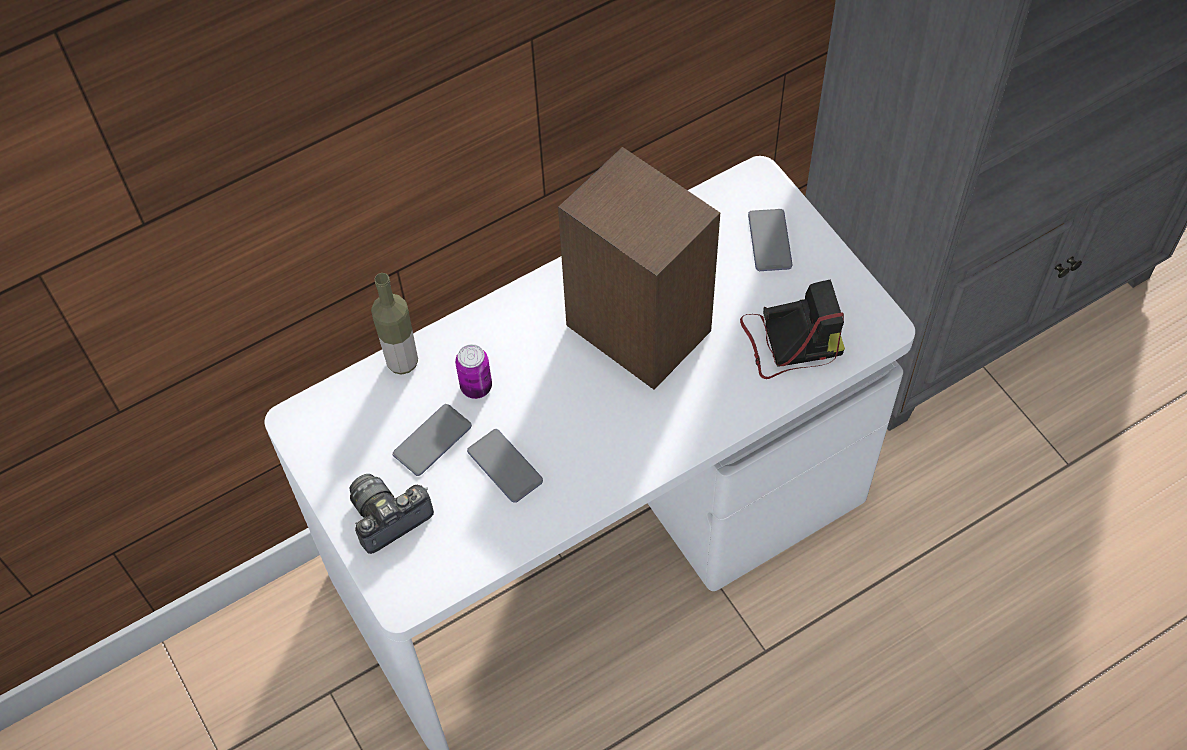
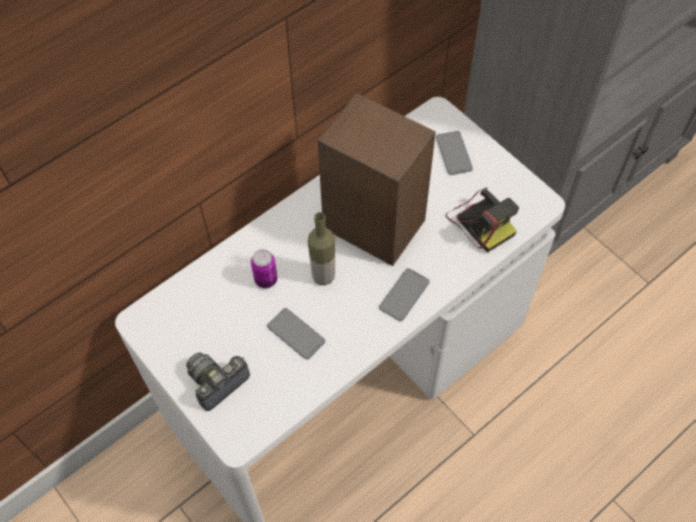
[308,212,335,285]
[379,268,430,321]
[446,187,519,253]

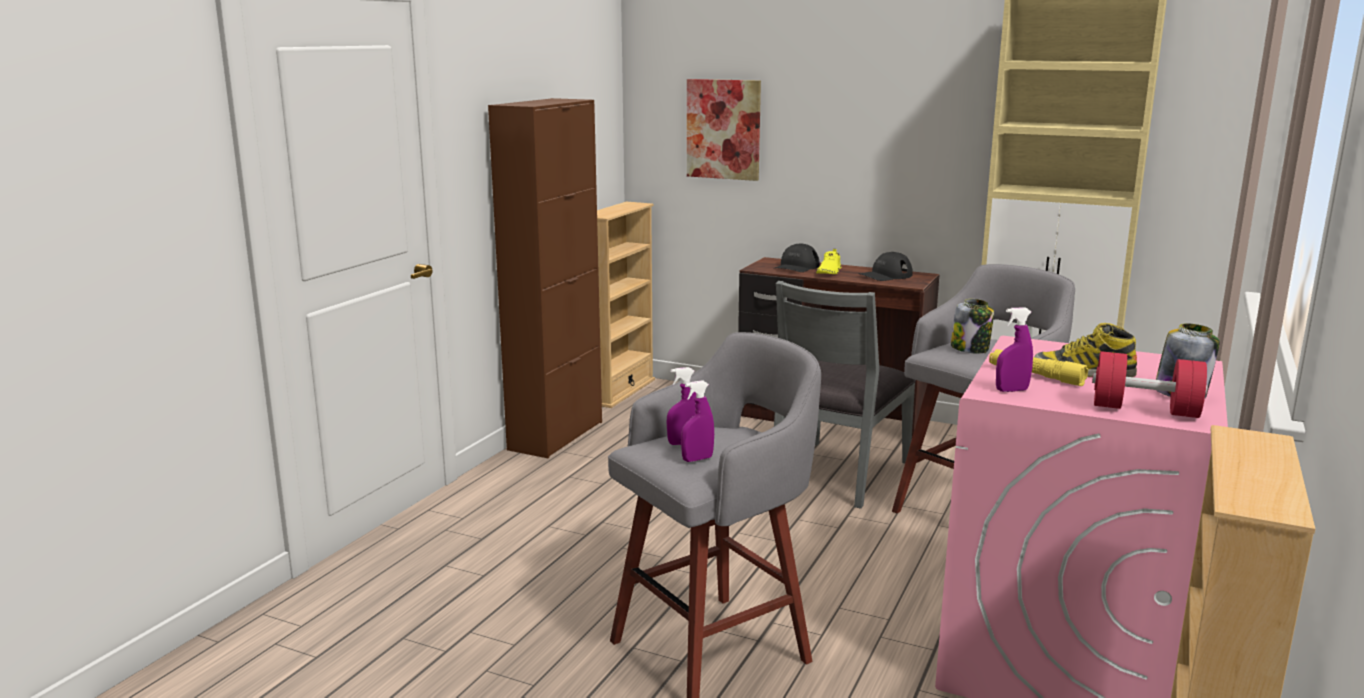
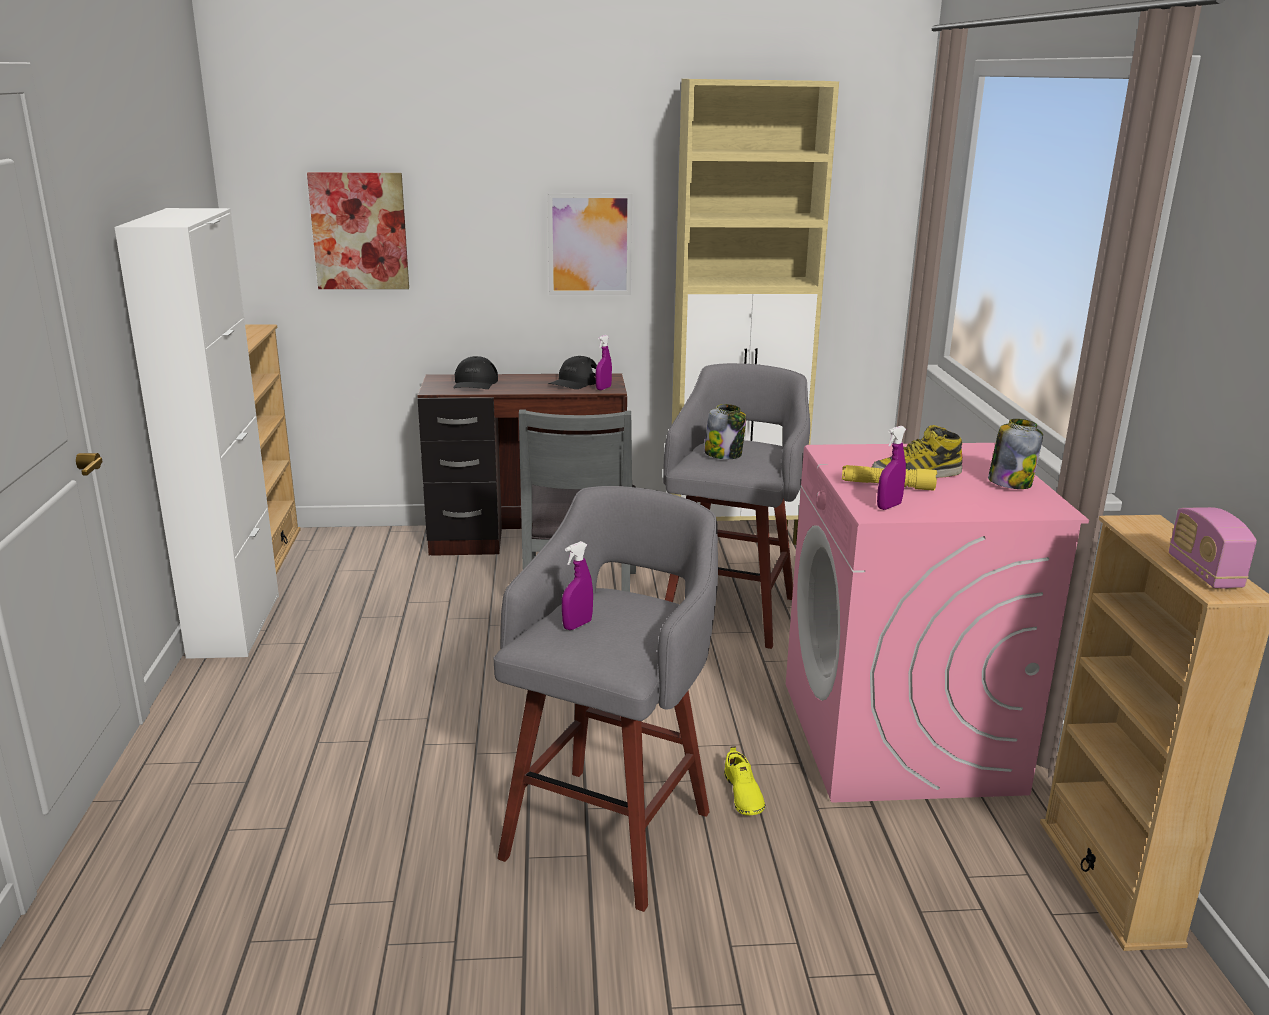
[114,208,279,659]
[596,335,612,390]
[724,746,766,815]
[1092,351,1208,418] (first image)
[547,193,632,295]
[1169,507,1257,589]

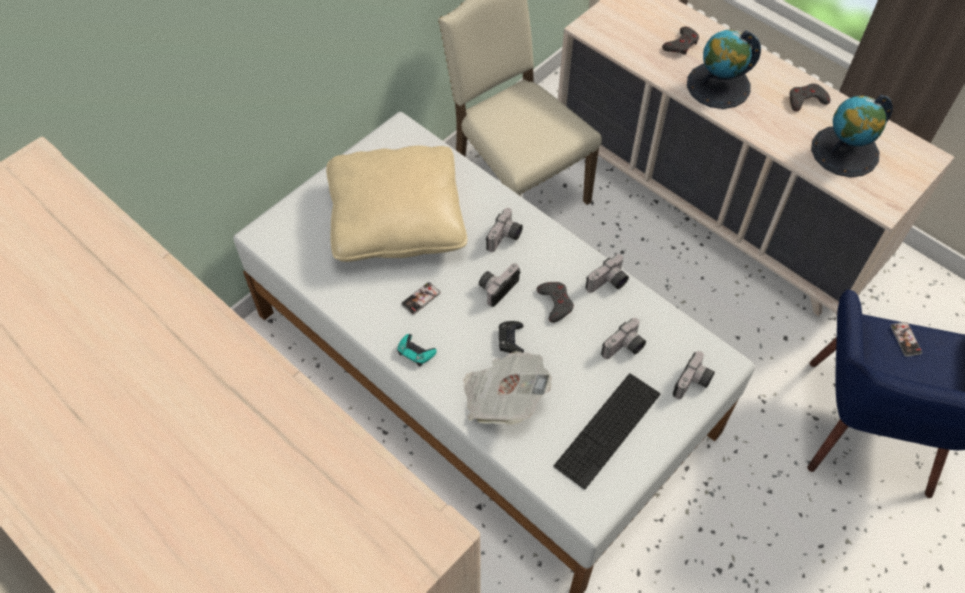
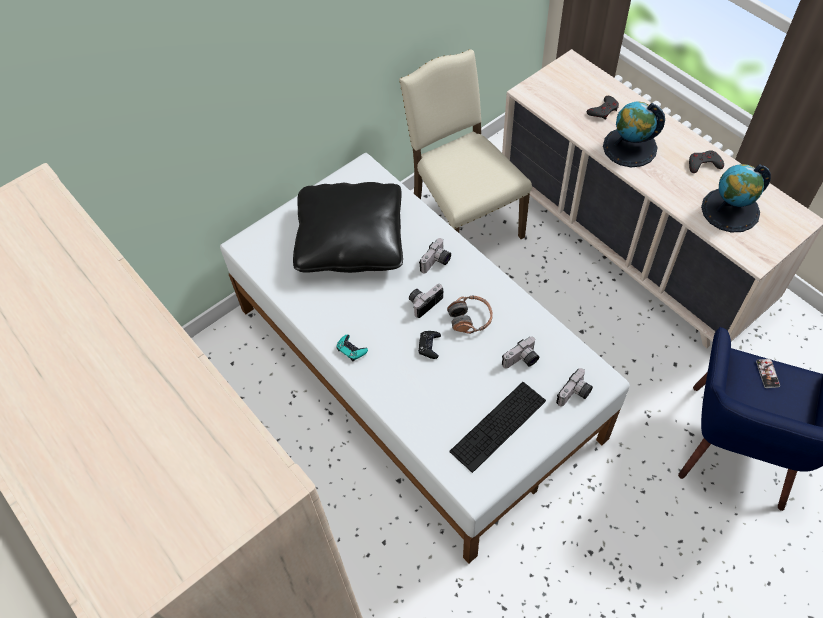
[293,182,403,273]
[401,282,441,315] (first image)
[463,351,551,425] (first image)
[447,296,493,334]
[585,254,629,293] (first image)

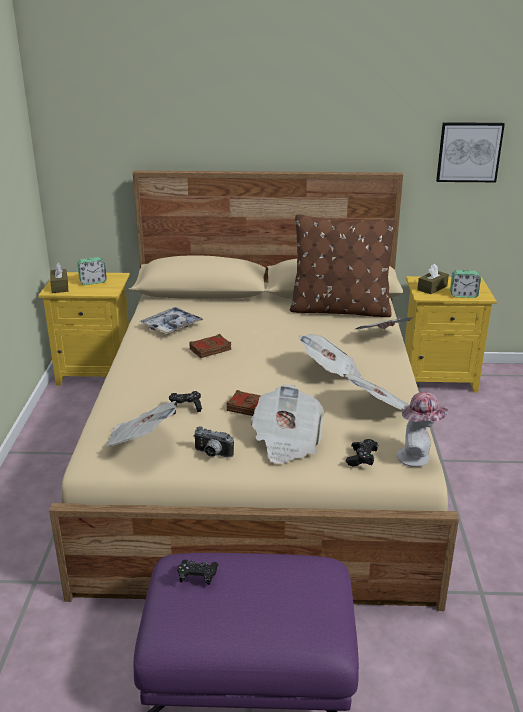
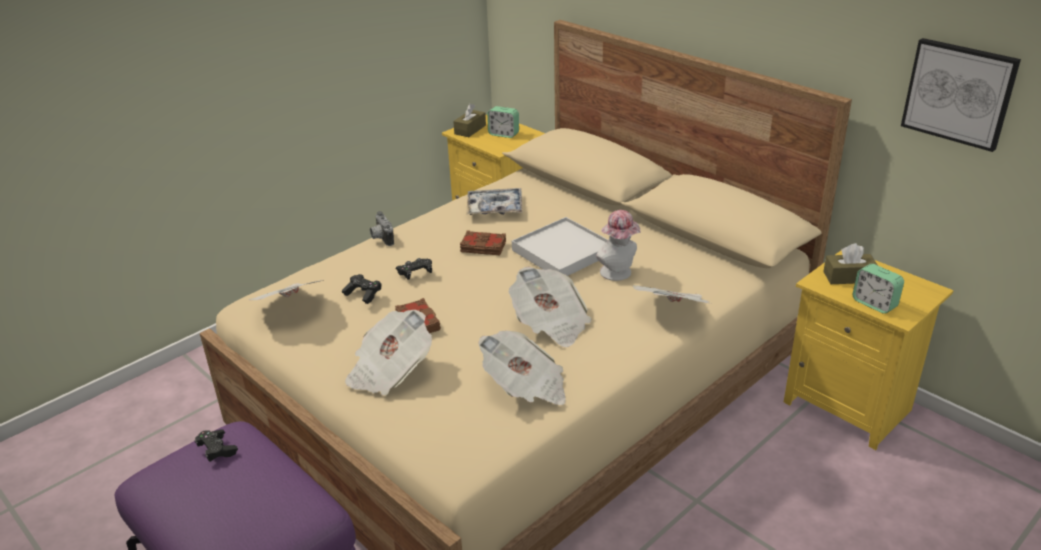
[370,211,394,246]
[290,214,396,317] (first image)
[396,258,432,280]
[596,210,640,281]
[512,217,608,276]

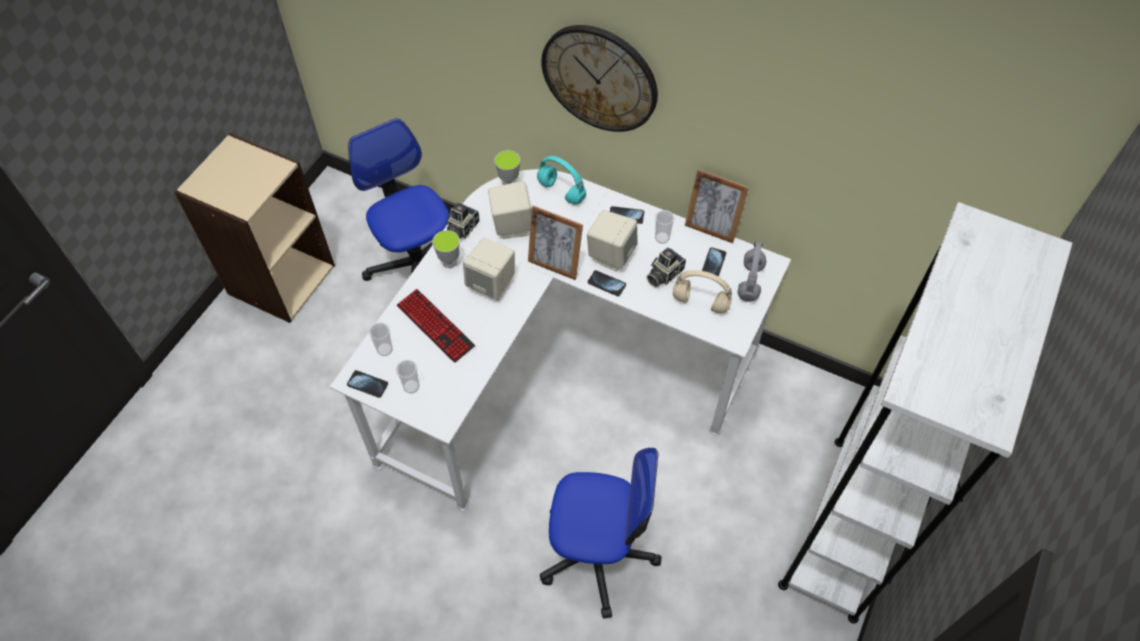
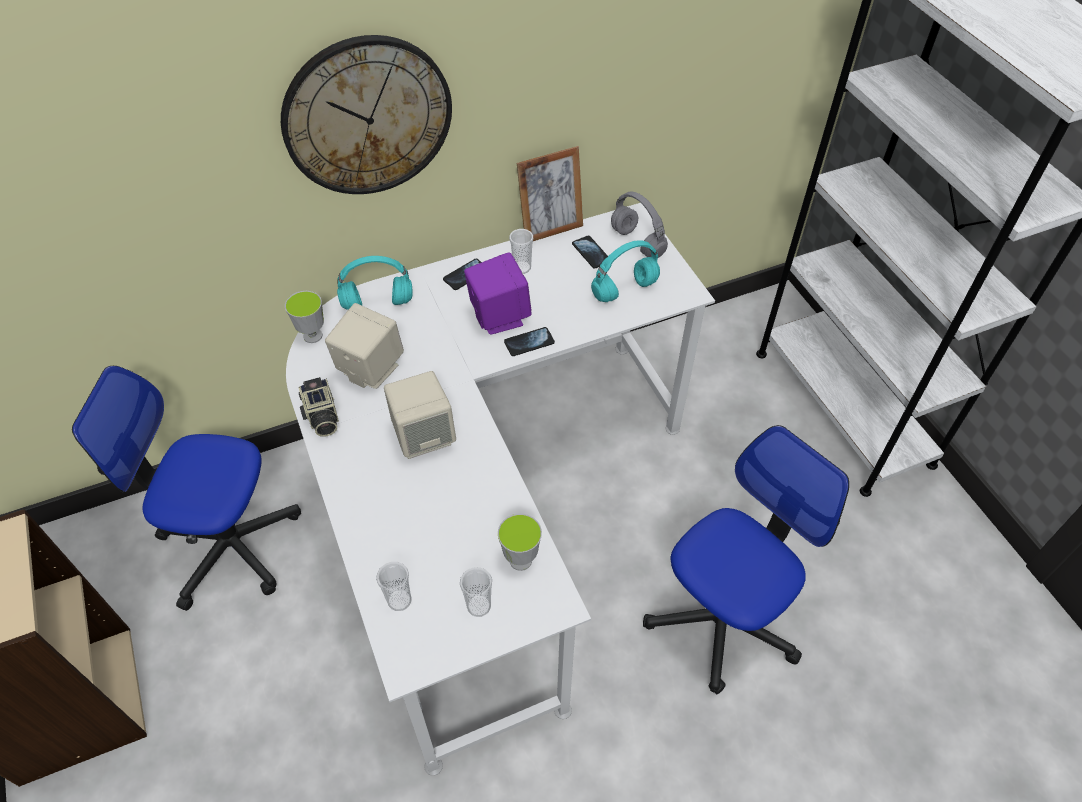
[347,370,388,398] (first image)
[397,289,475,363] (first image)
[498,514,542,571]
[528,206,583,280] (first image)
[464,252,532,335]
[647,248,686,287] (first image)
[591,240,660,302]

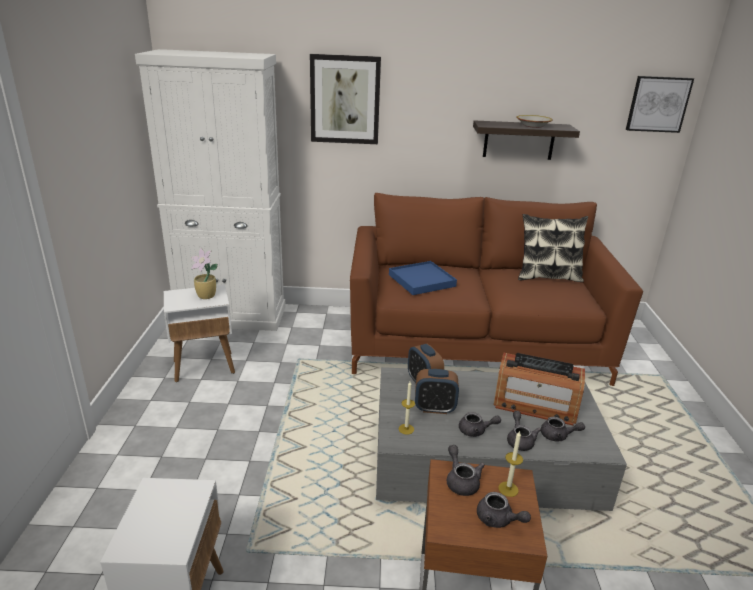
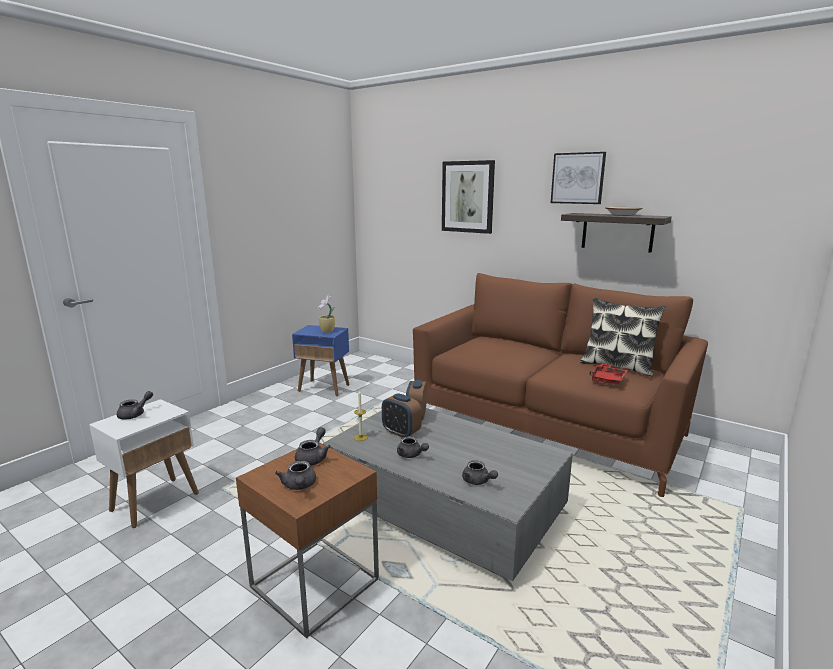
[135,49,286,331] (first image)
[292,325,350,396]
[389,261,457,295] (first image)
[494,353,585,426] (first image)
[498,430,523,497] (first image)
[117,391,153,420]
[551,152,606,204]
[589,363,628,384]

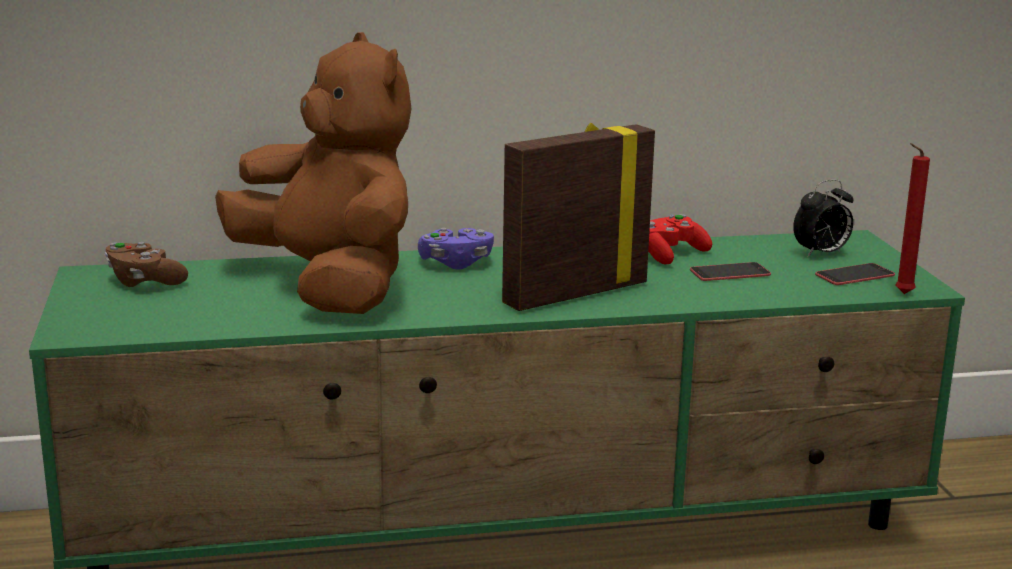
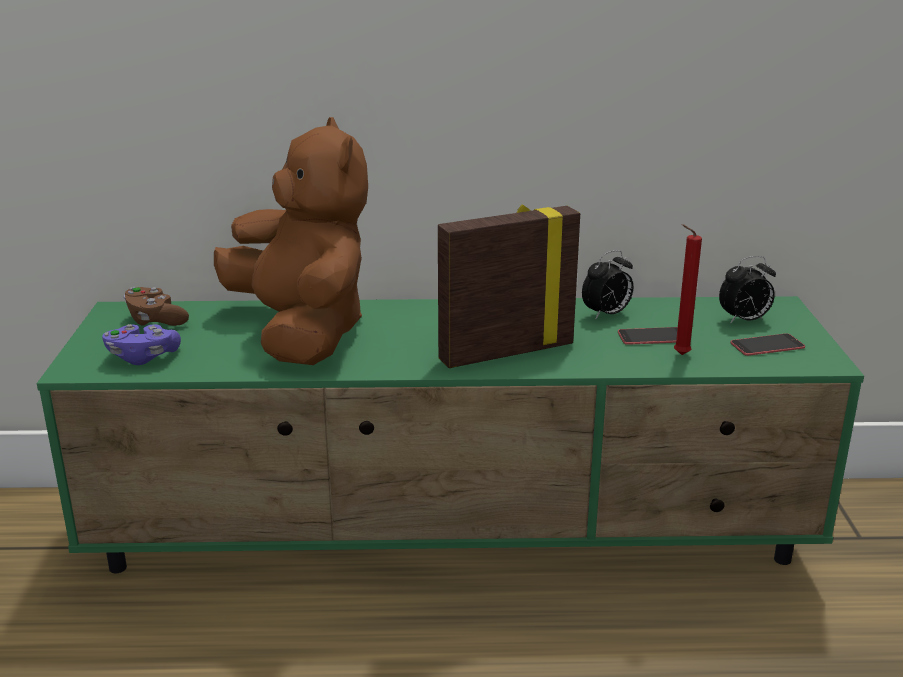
[102,324,181,365]
[582,250,633,320]
[674,224,702,355]

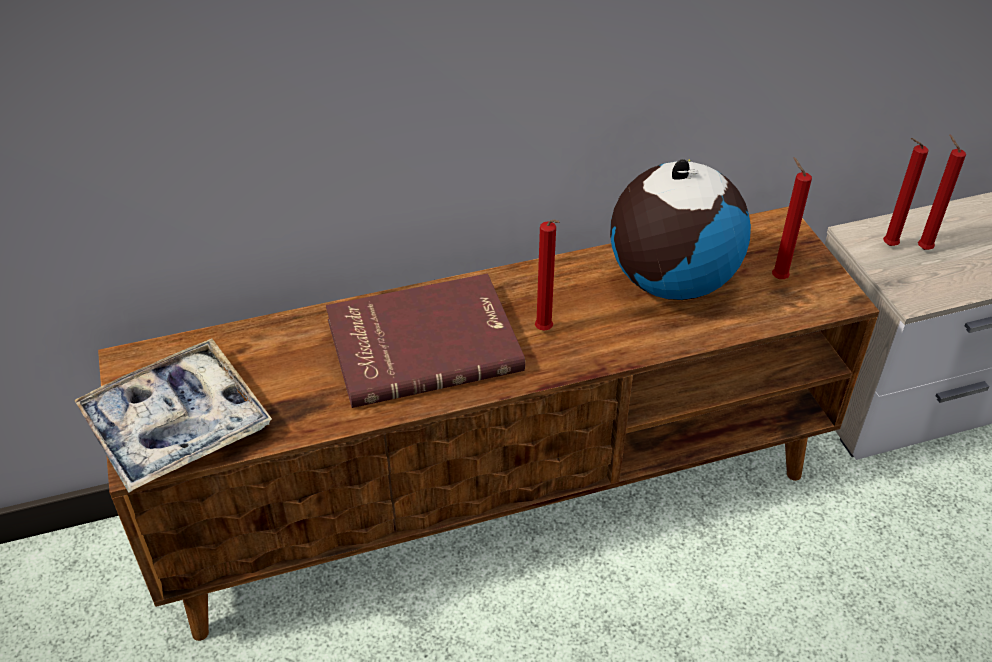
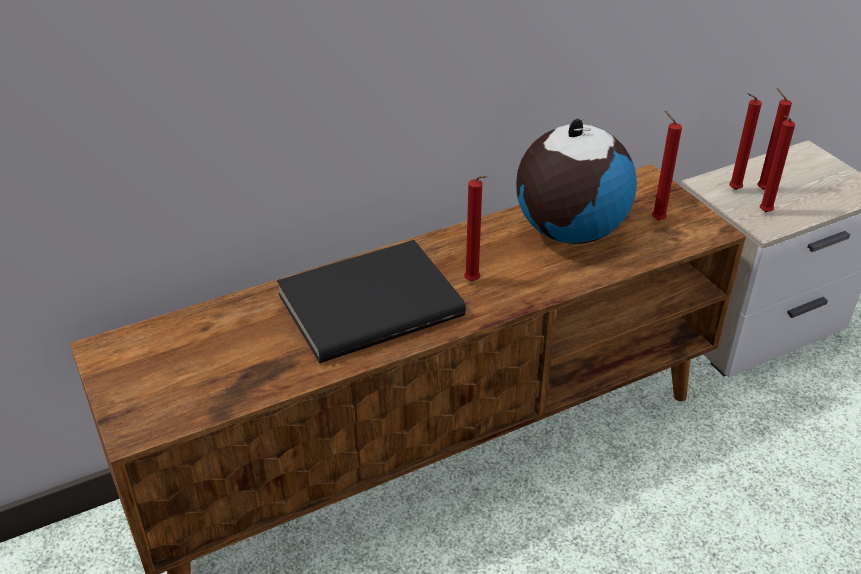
[74,339,272,493] (first image)
[277,240,466,363]
[760,116,795,212]

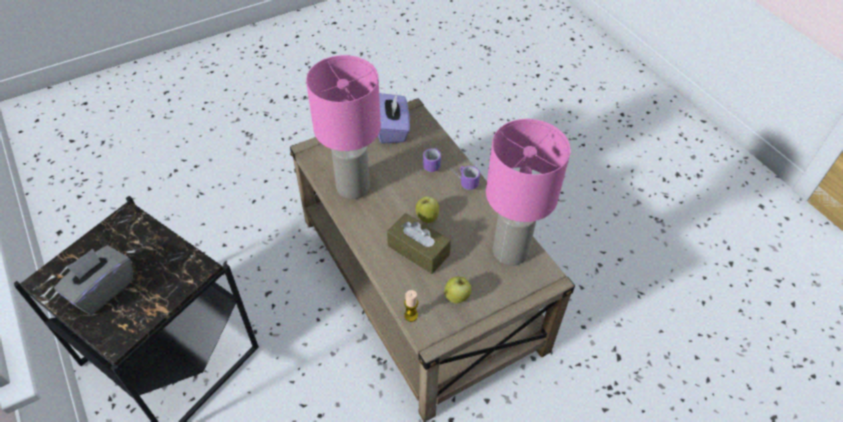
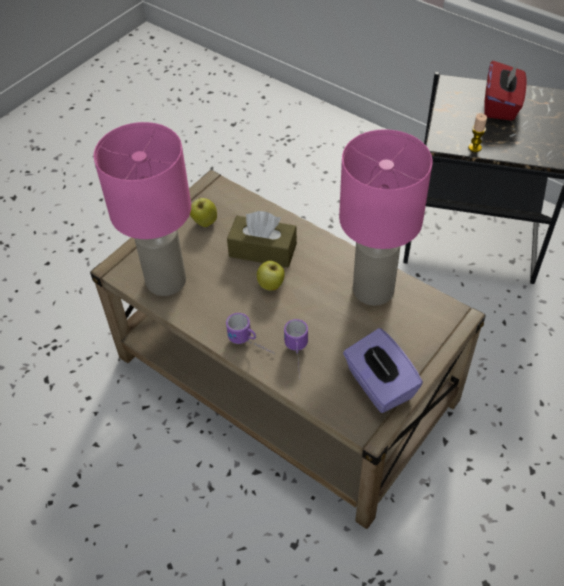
[485,61,526,121]
[468,113,487,152]

